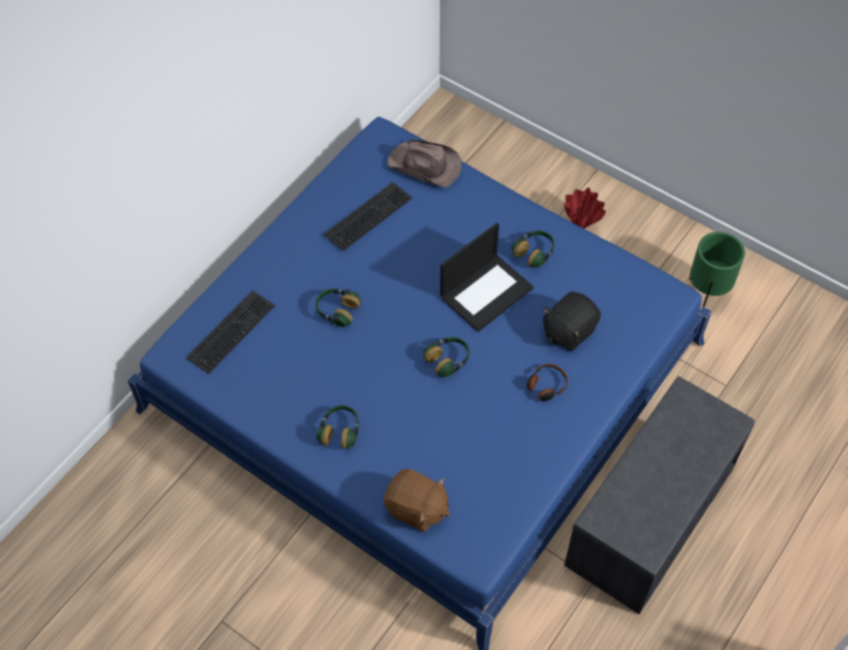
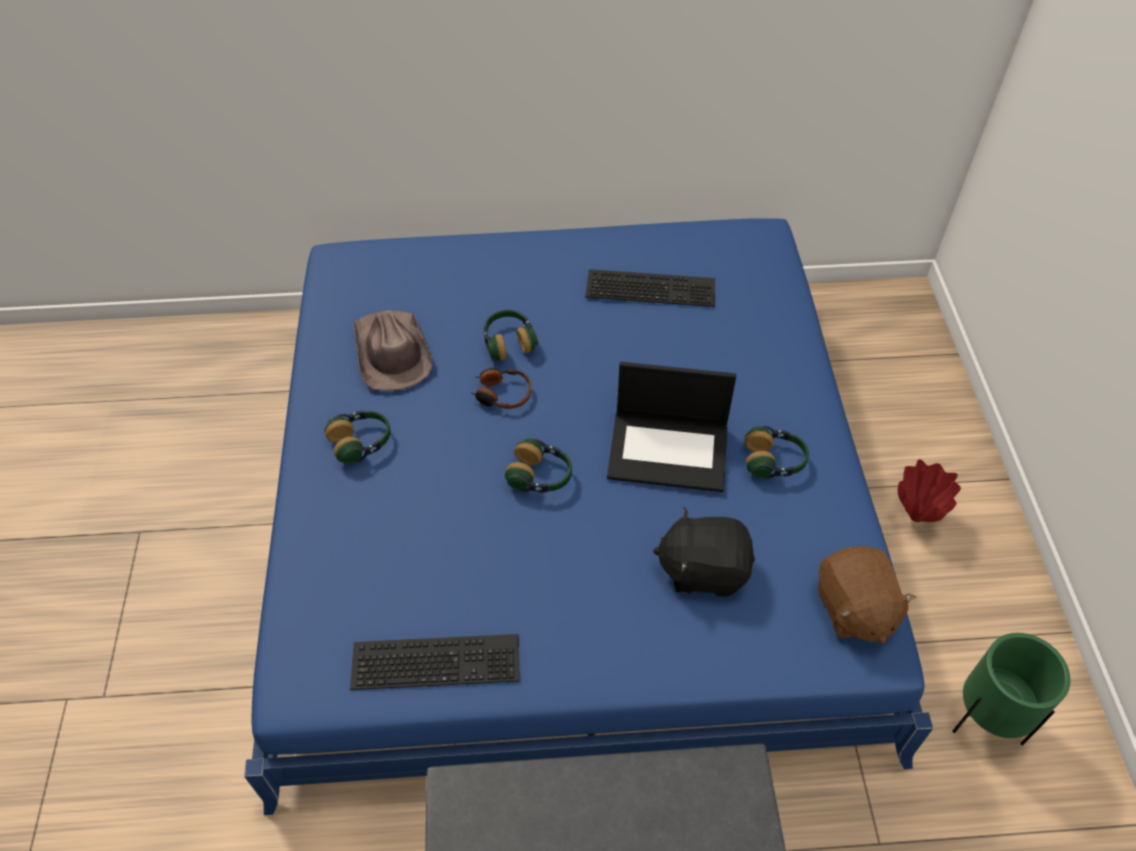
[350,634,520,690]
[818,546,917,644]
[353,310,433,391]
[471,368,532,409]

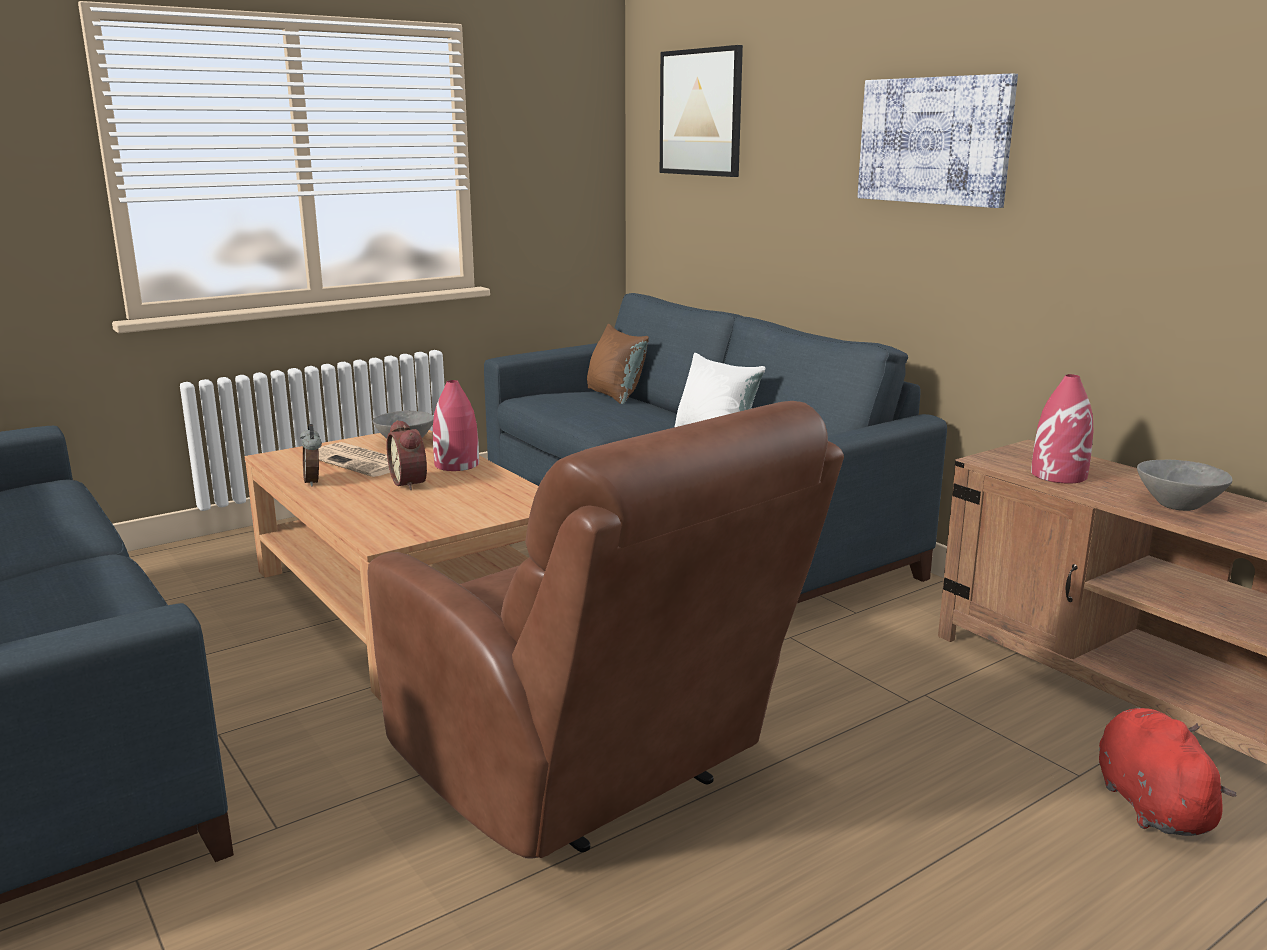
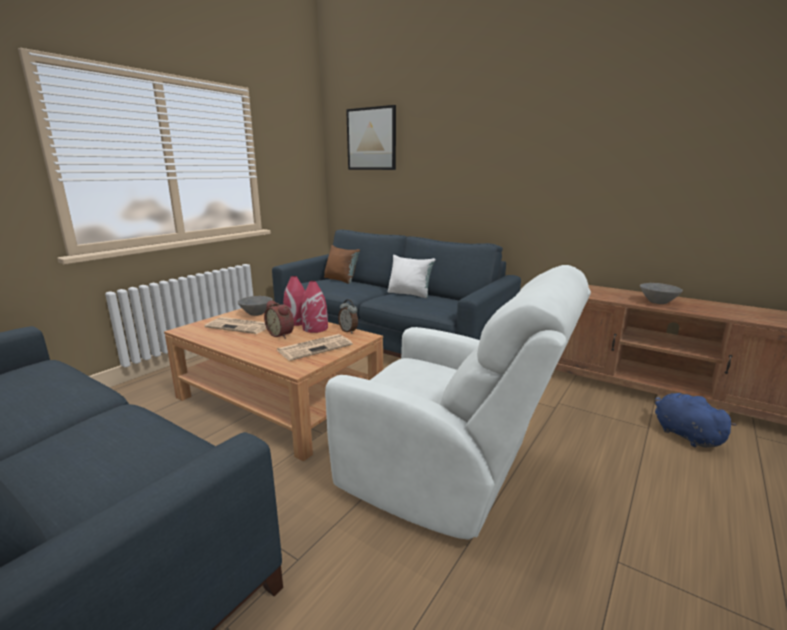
[338,299,358,334]
[325,265,591,540]
[858,73,1018,208] (first image)
[302,281,328,333]
[655,393,737,448]
[277,334,353,361]

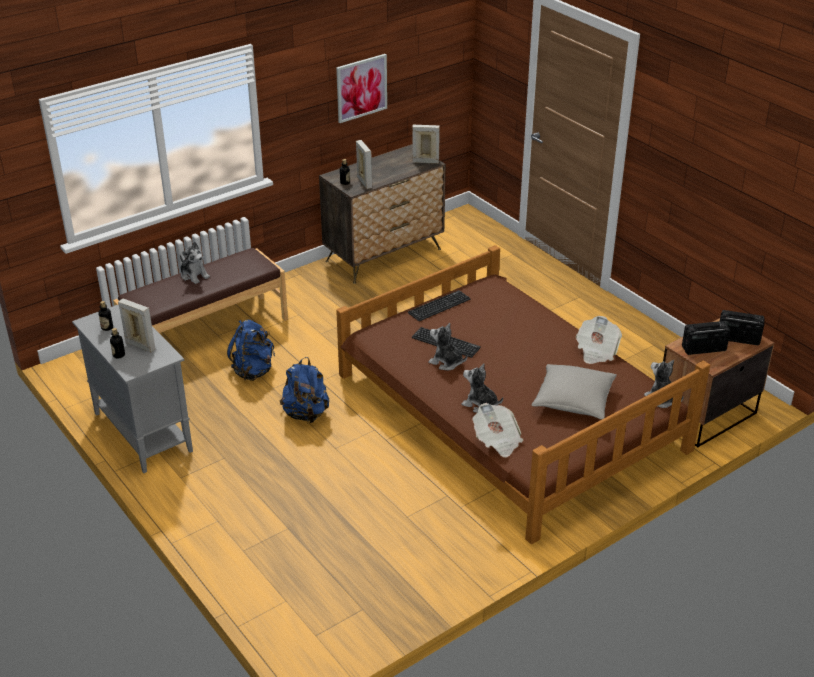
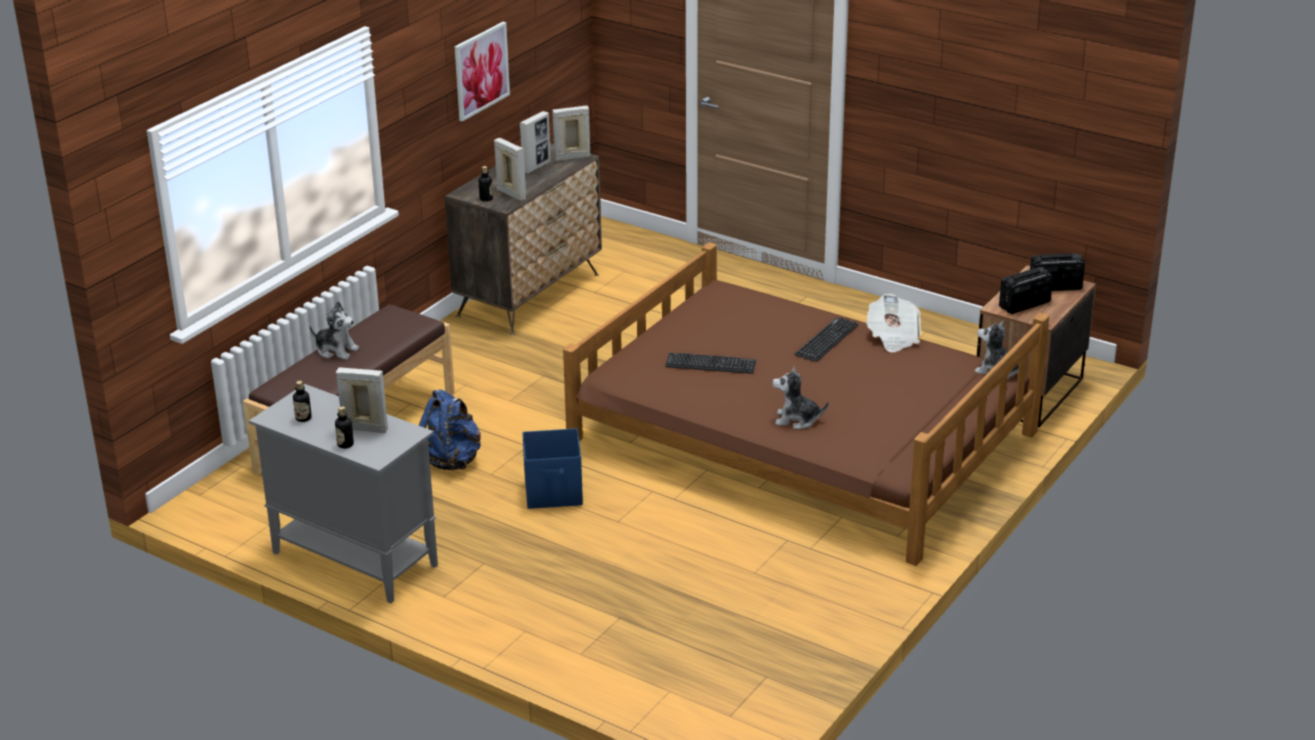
[522,428,583,509]
[794,317,858,362]
[428,323,468,370] (first image)
[472,403,523,458] (first image)
[532,364,617,419] (first image)
[520,111,551,174]

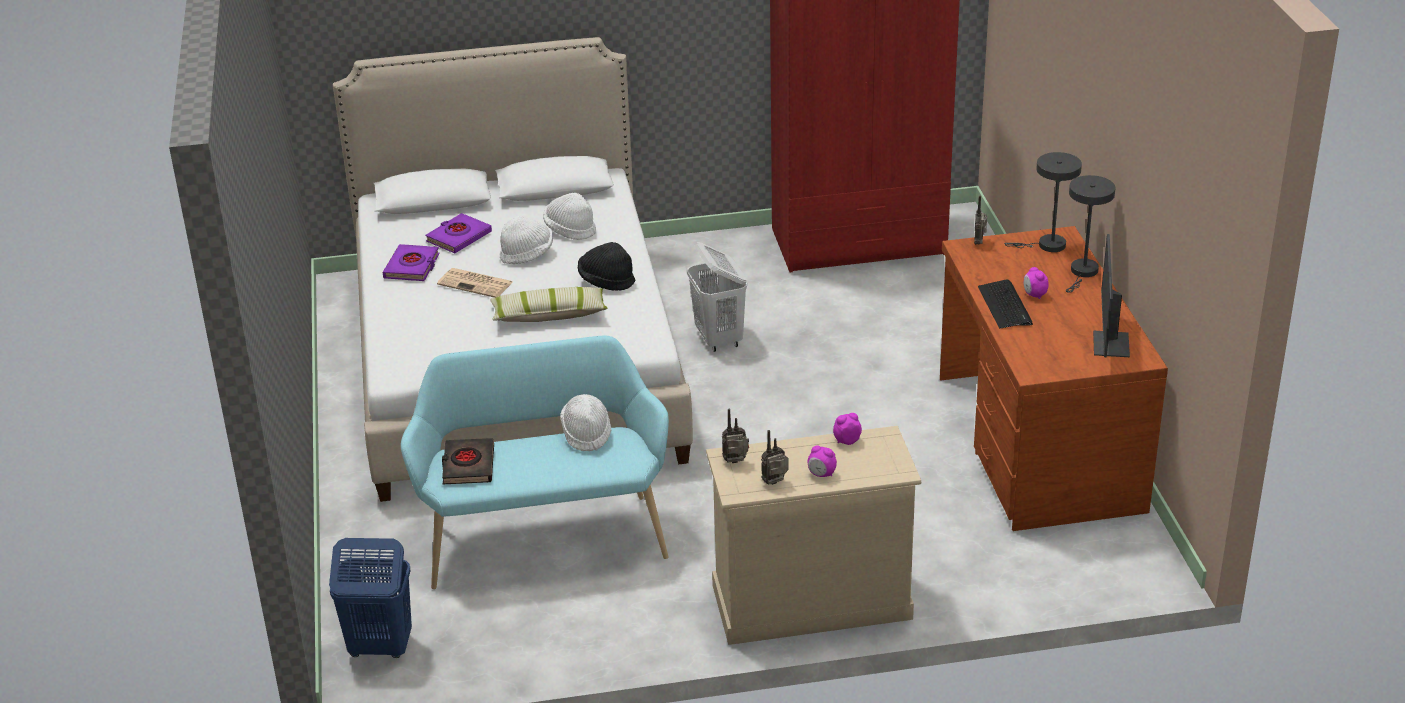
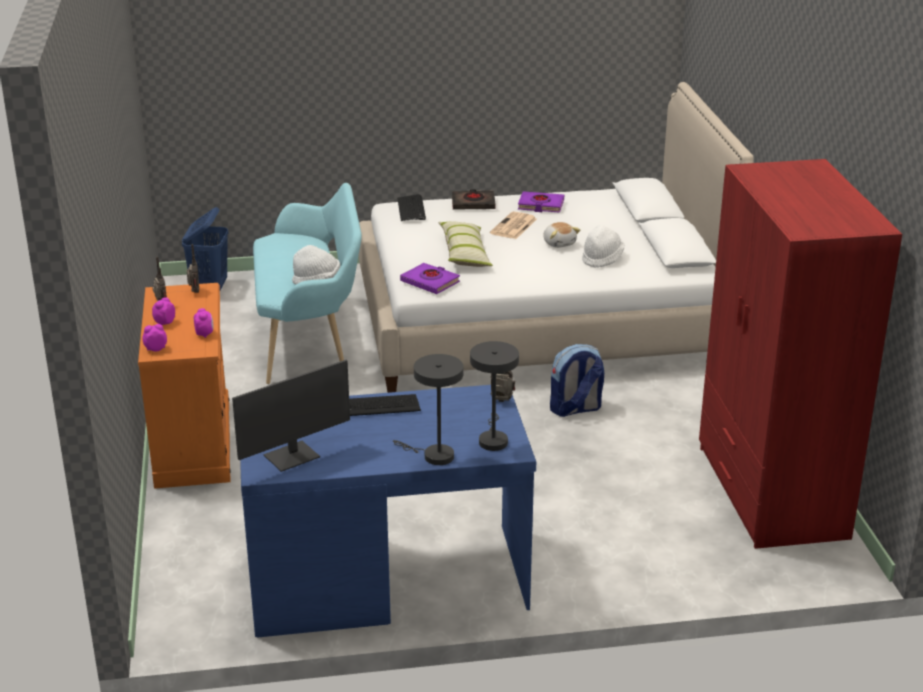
[400,263,460,294]
[452,189,496,210]
[543,222,580,248]
[578,242,635,291] (first image)
[550,344,604,417]
[138,283,231,489]
[240,385,536,638]
[142,324,167,352]
[232,360,350,472]
[397,194,426,221]

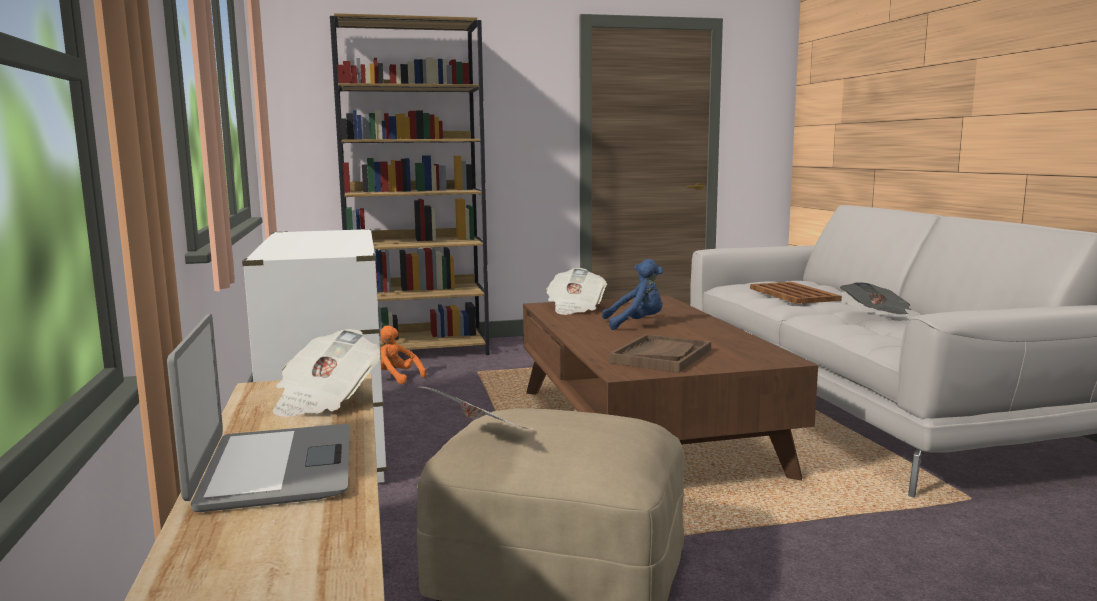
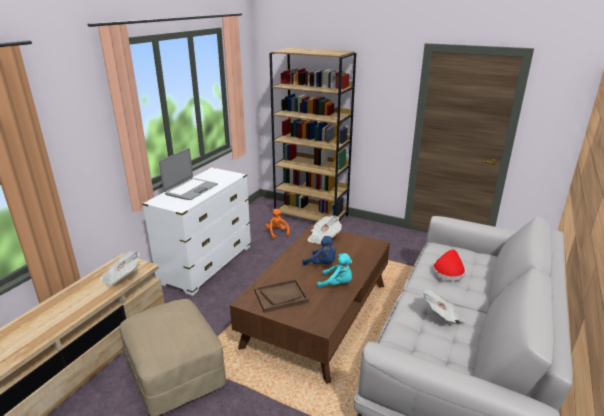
[159,148,218,200]
[417,387,531,429] (first image)
[433,250,465,281]
[317,253,352,288]

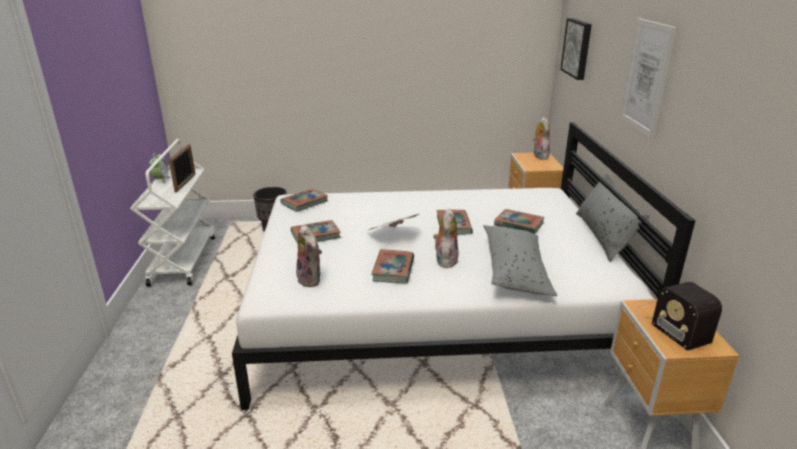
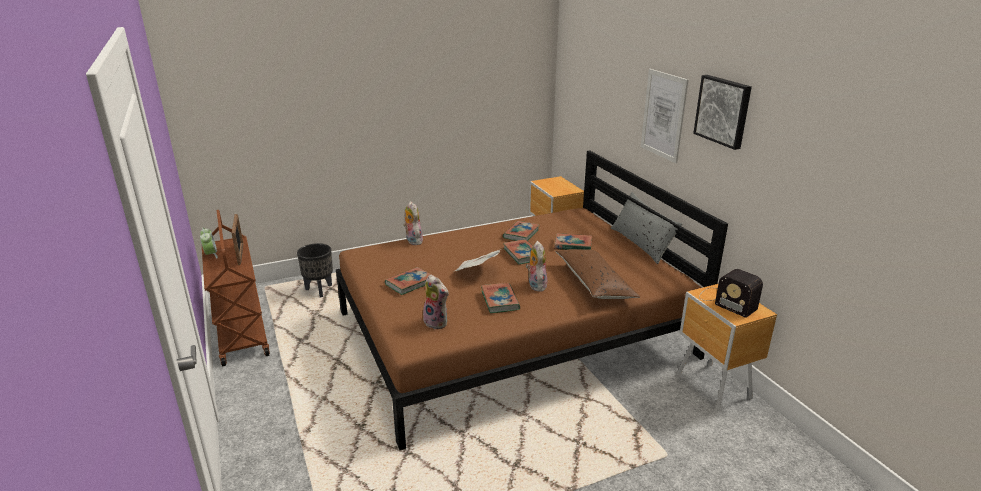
[201,210,270,366]
[336,150,728,450]
[503,221,539,241]
[555,249,640,299]
[403,201,423,245]
[693,75,752,150]

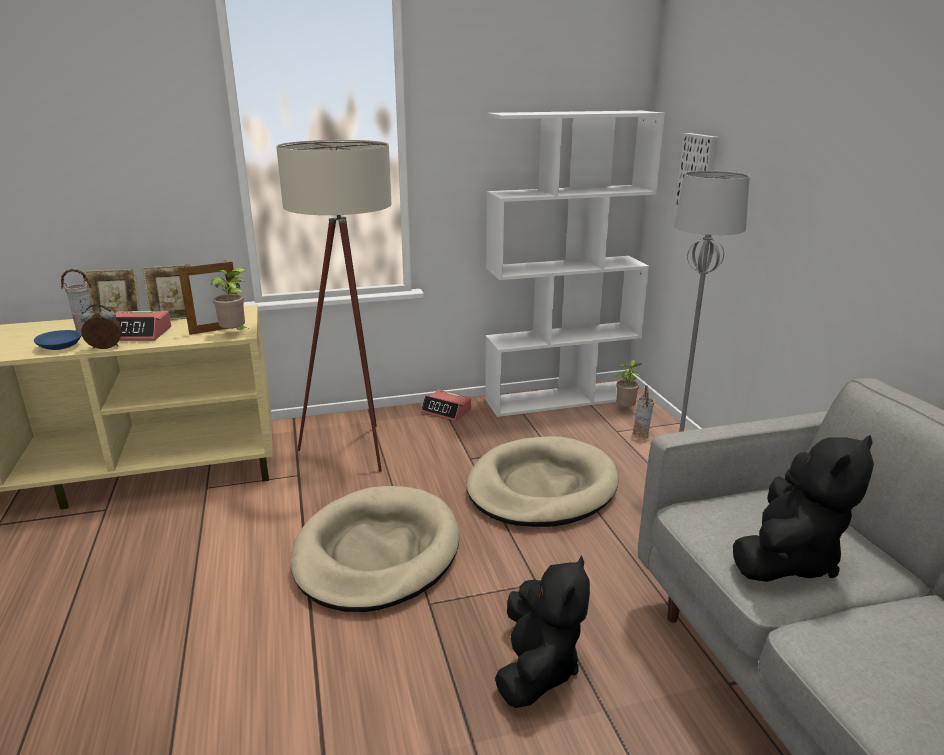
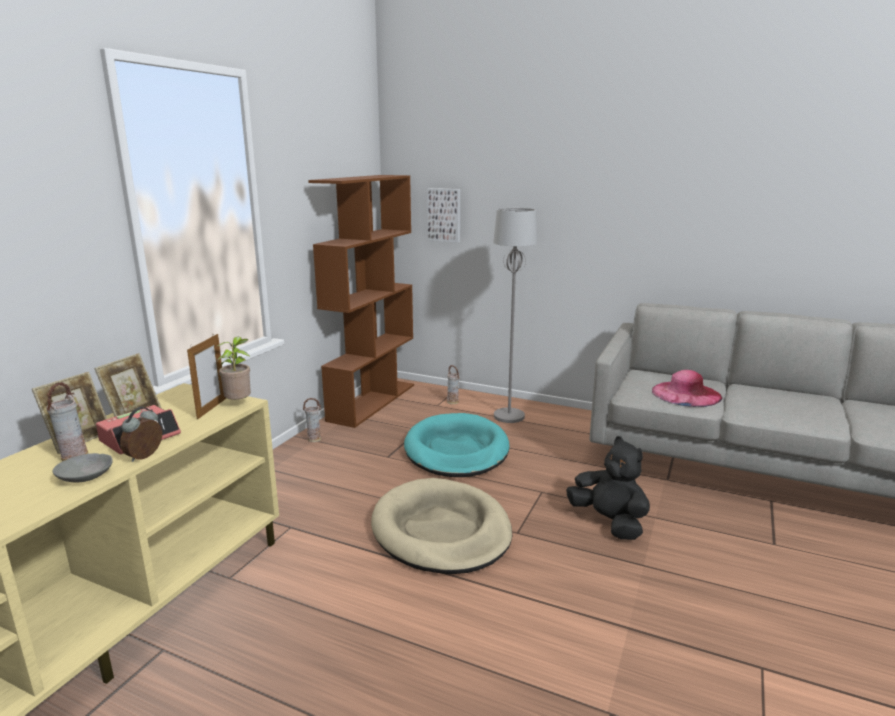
[52,453,113,482]
[276,140,392,472] (first image)
[303,398,321,442]
[404,413,510,477]
[308,175,414,428]
[616,360,641,407] (first image)
[652,370,722,407]

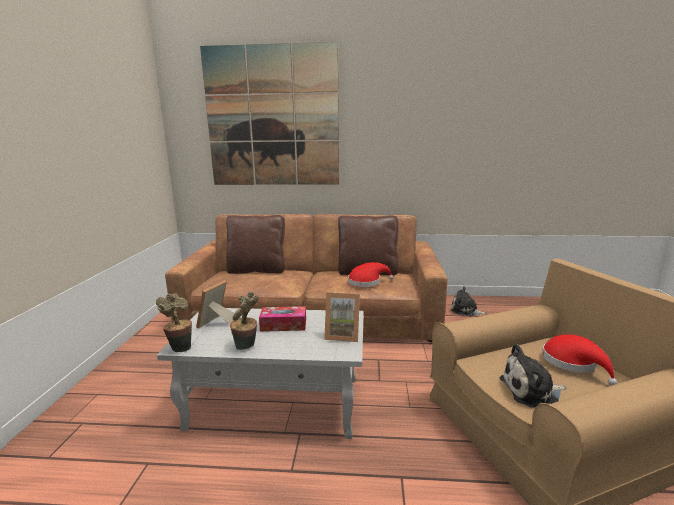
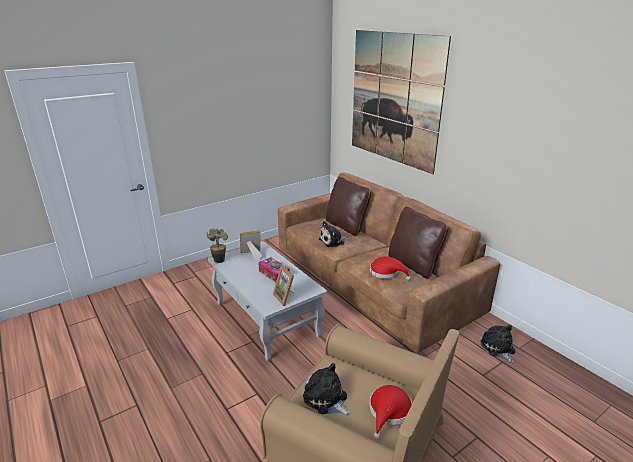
[230,292,259,350] (first image)
[319,221,348,248]

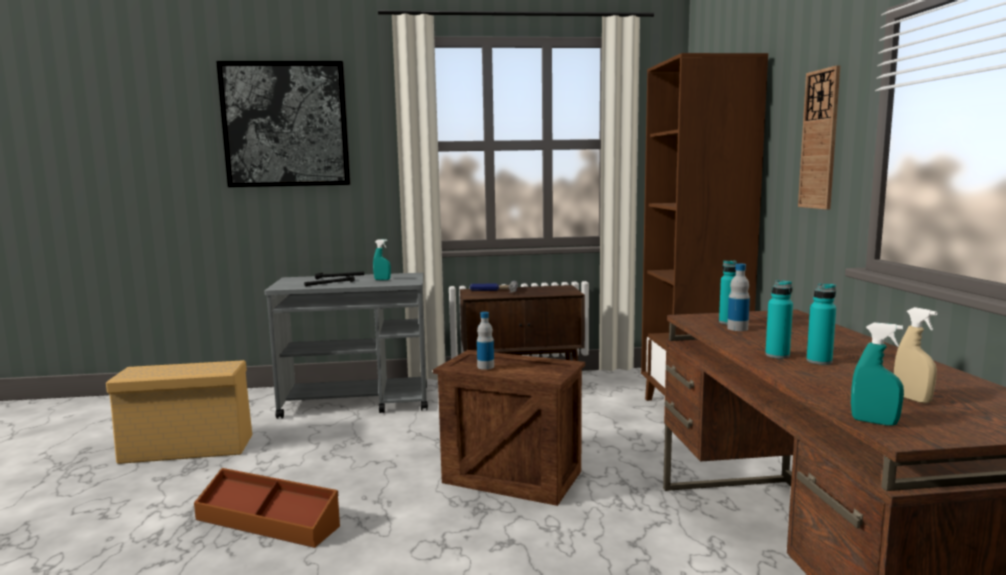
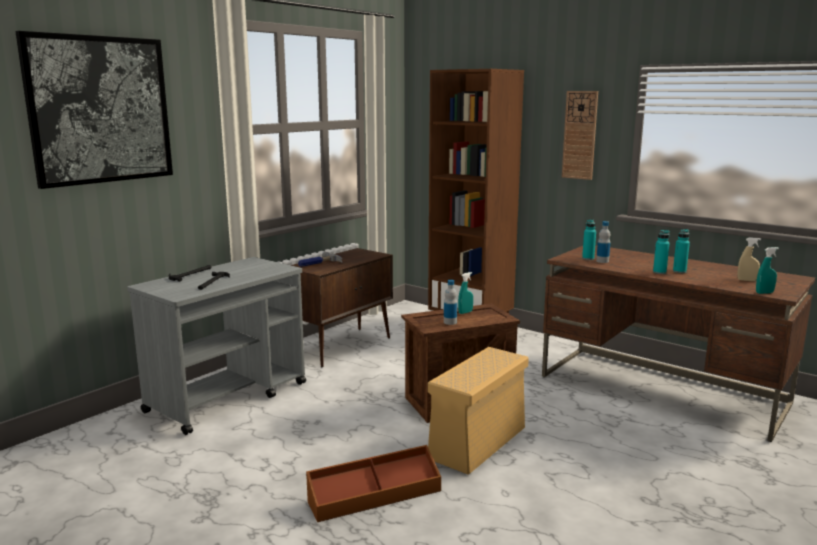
[428,347,529,475]
[458,272,473,314]

